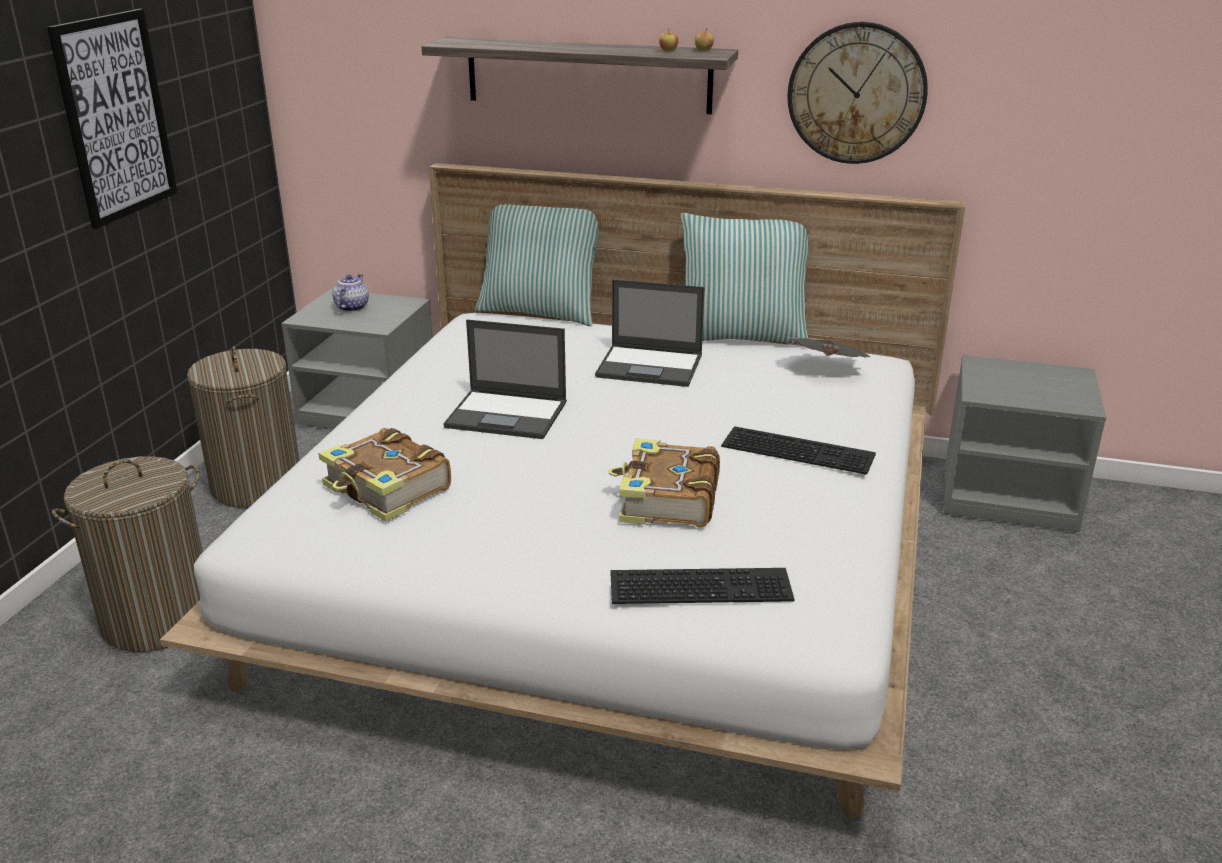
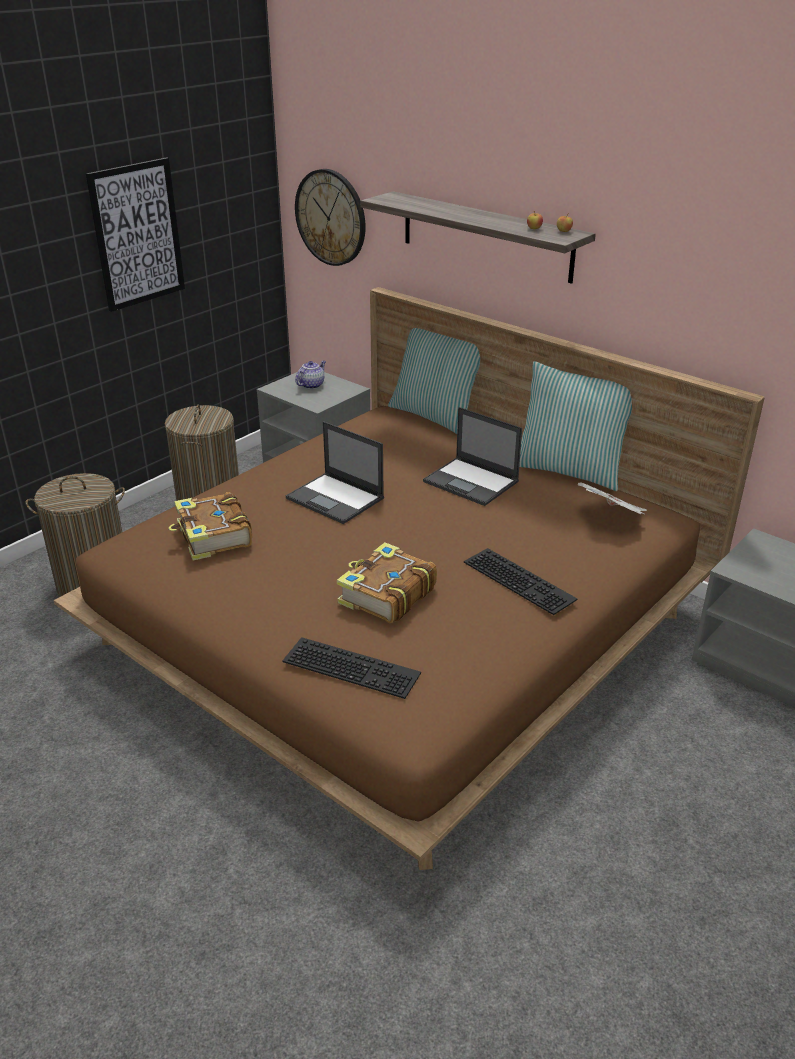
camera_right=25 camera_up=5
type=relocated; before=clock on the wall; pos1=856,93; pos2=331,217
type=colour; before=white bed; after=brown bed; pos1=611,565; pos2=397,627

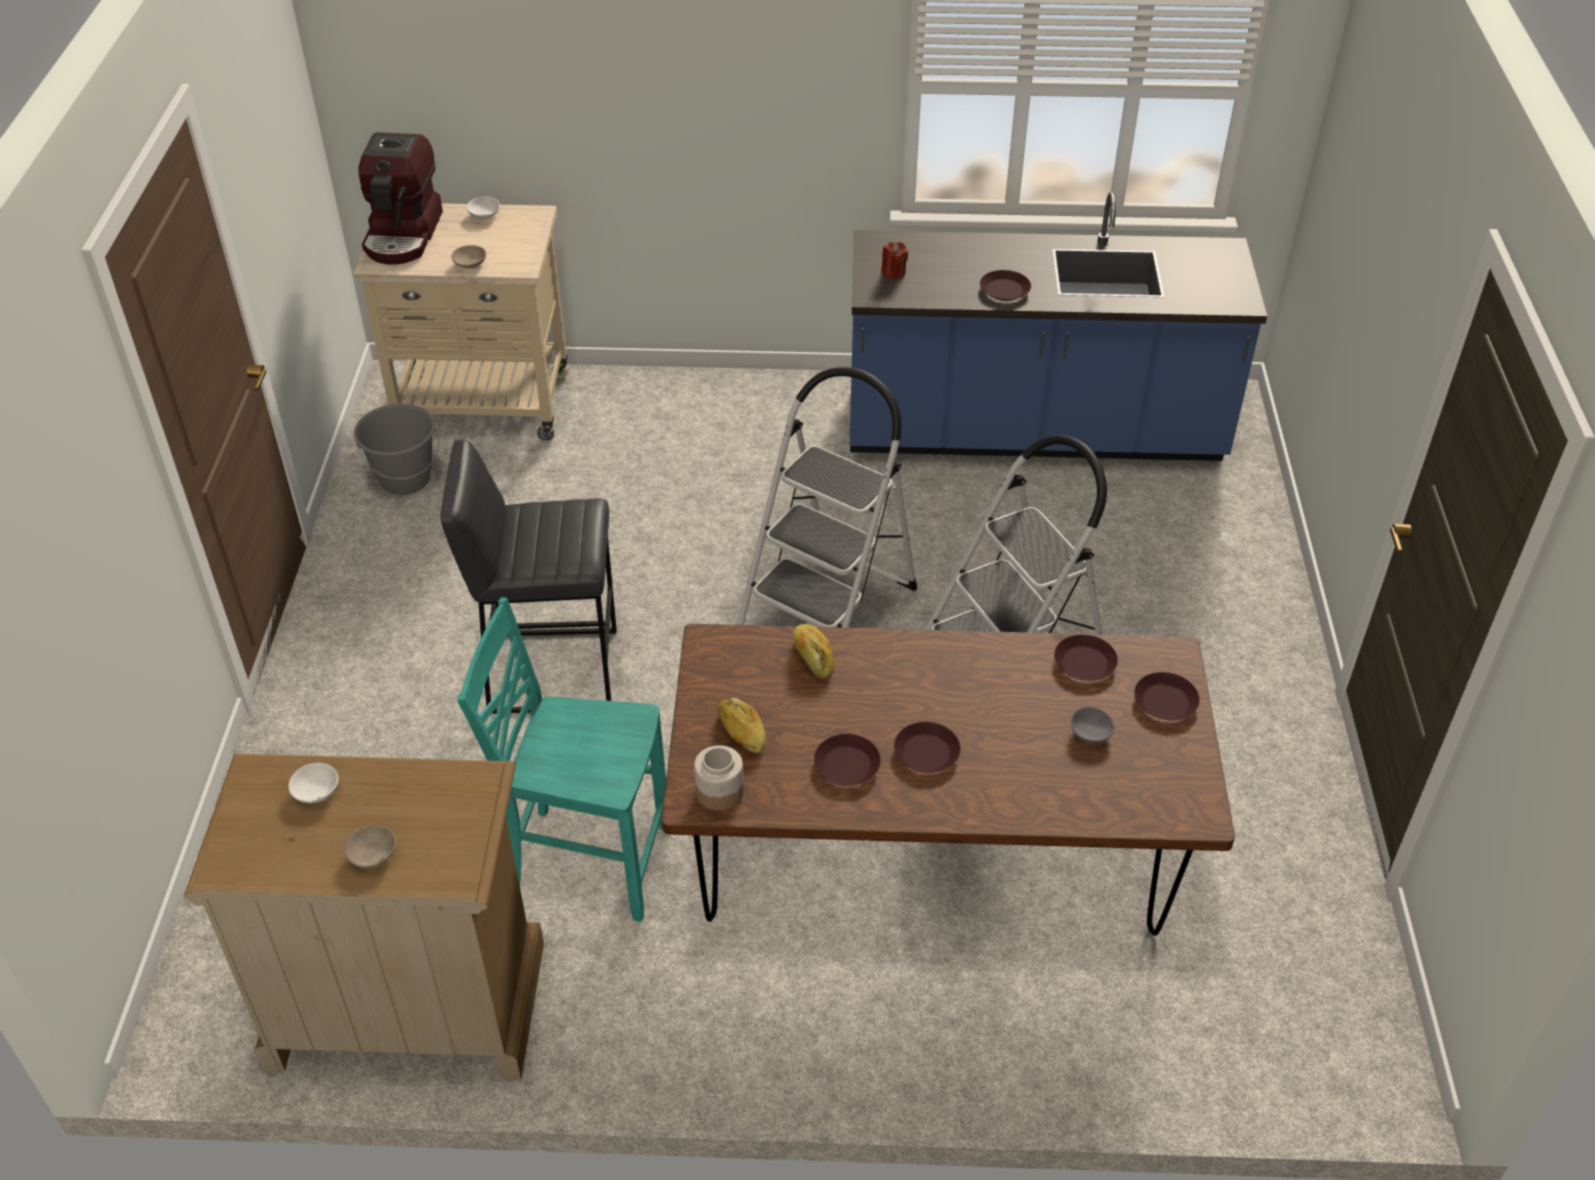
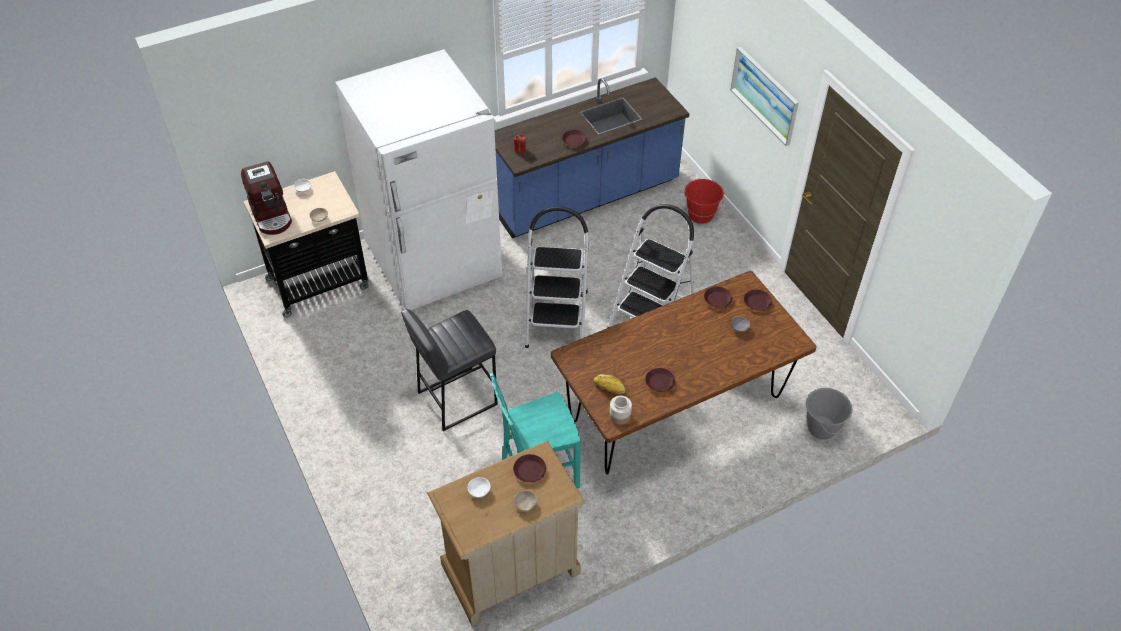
camera_right=-30 camera_up=5
type=colour; before=beige-coloured trolley; after=black trolley; pos1=484,405; pos2=318,283
type=relocated; before=gray pail; pos1=405,479; pos2=821,428
type=missing; before=bread; pos1=813,657
type=relocated; before=brown dinner plate; pos1=926,753; pos2=529,471
type=appeared; after=picture; pos2=765,95
type=appeared; after=white refrigerator; pos2=434,259
type=appeared; after=red pail; pos2=700,215

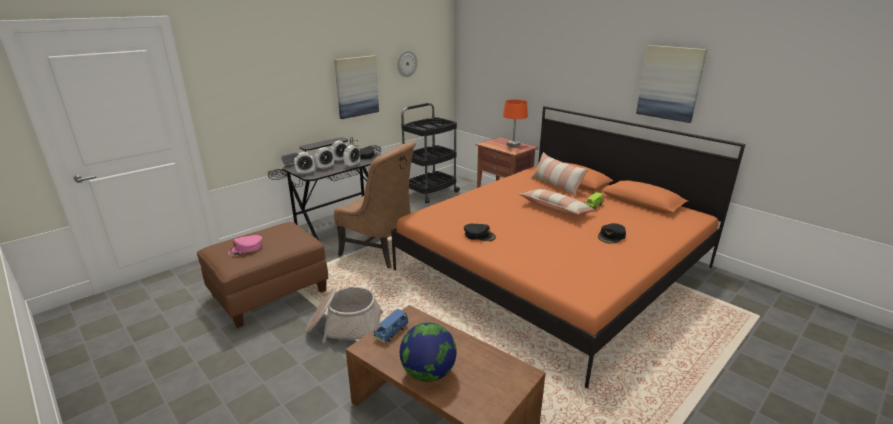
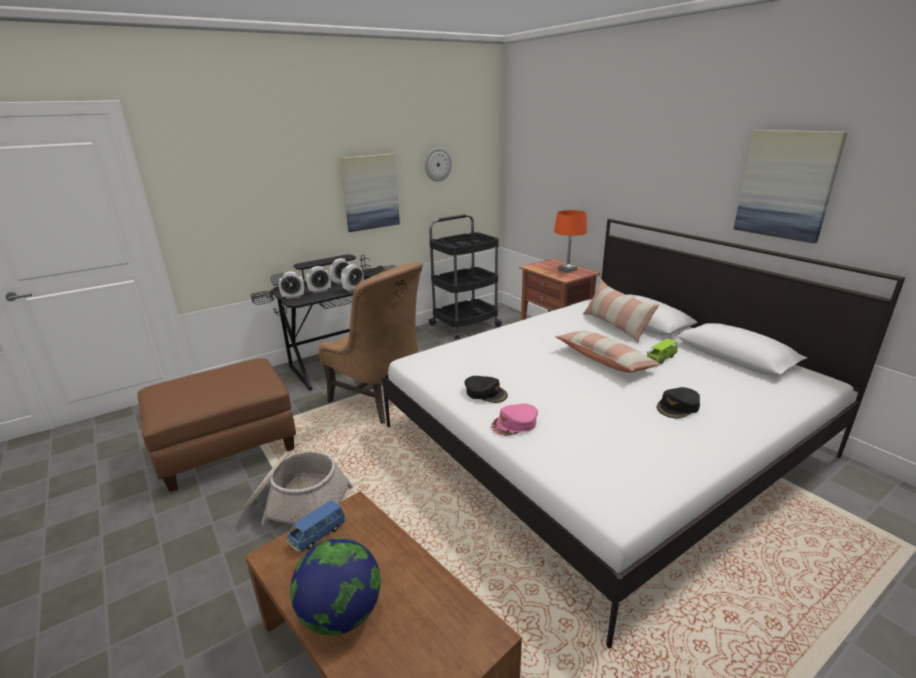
camera_right=10 camera_up=0
type=colour; before=orange-coloured bed; after=white bed; pos1=554,268; pos2=601,441
type=relocated; before=pinkish peaked cap; pos1=246,248; pos2=515,424

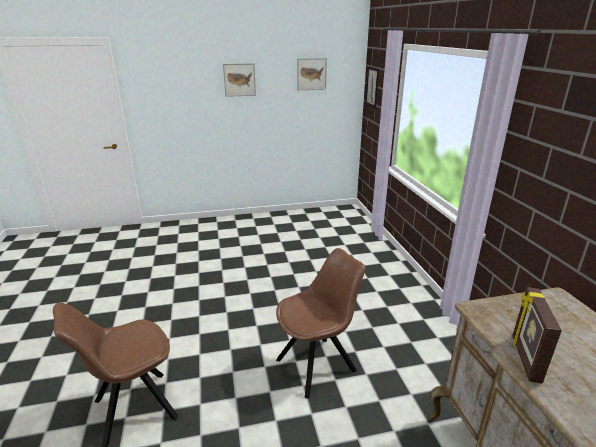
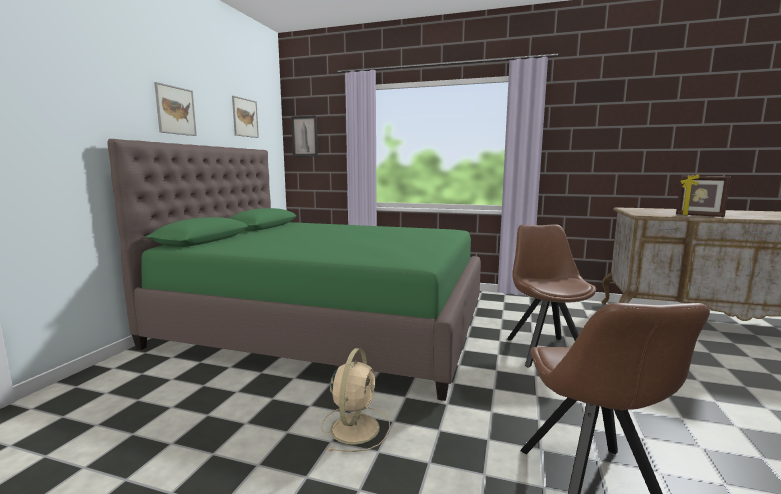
camera_right=-60 camera_up=-15
type=appeared; after=greenish bed; pos2=328,324
type=appeared; after=beige-coloured fan; pos2=355,427

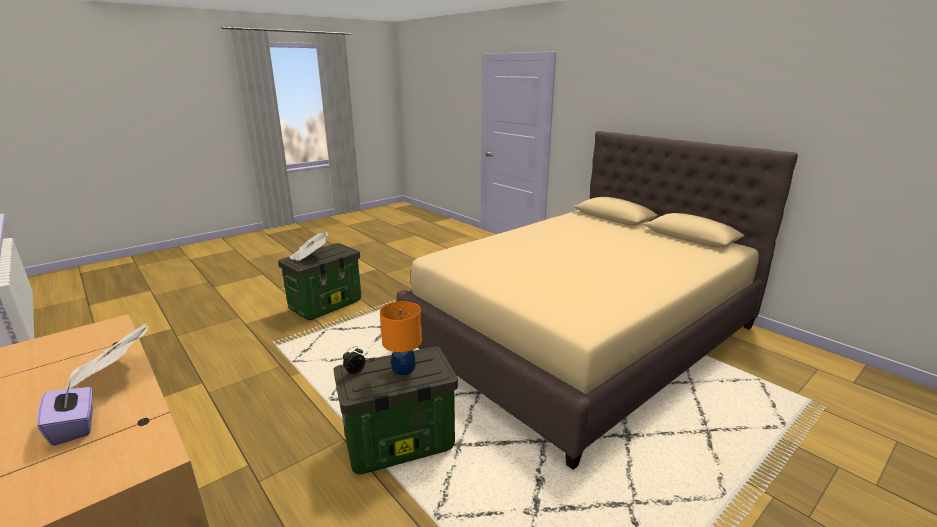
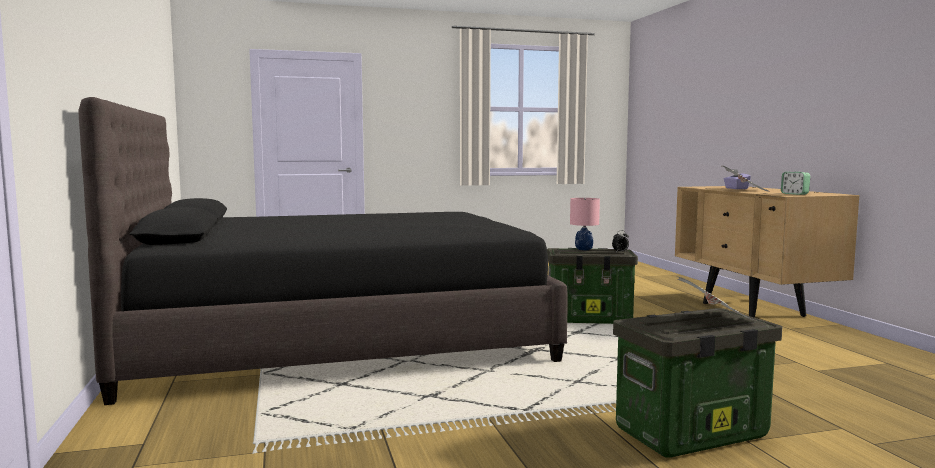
camera_right=-155 camera_up=-15
type=colour; before=beige-coloured bed; after=black bed; pos1=583,336; pos2=339,339
type=colour; before=orange-coloured tabletop lamp; after=pinkish tabletop lamp; pos1=404,371; pos2=583,249
type=appeared; after=bedside clock; pos2=794,194

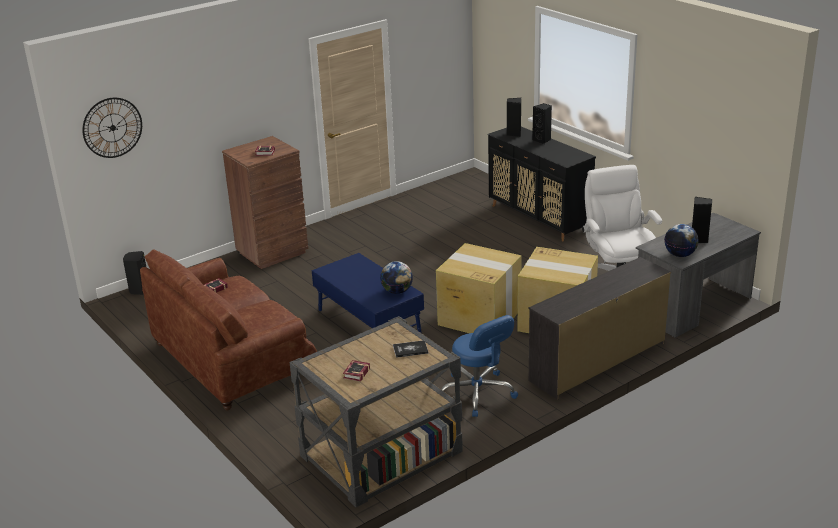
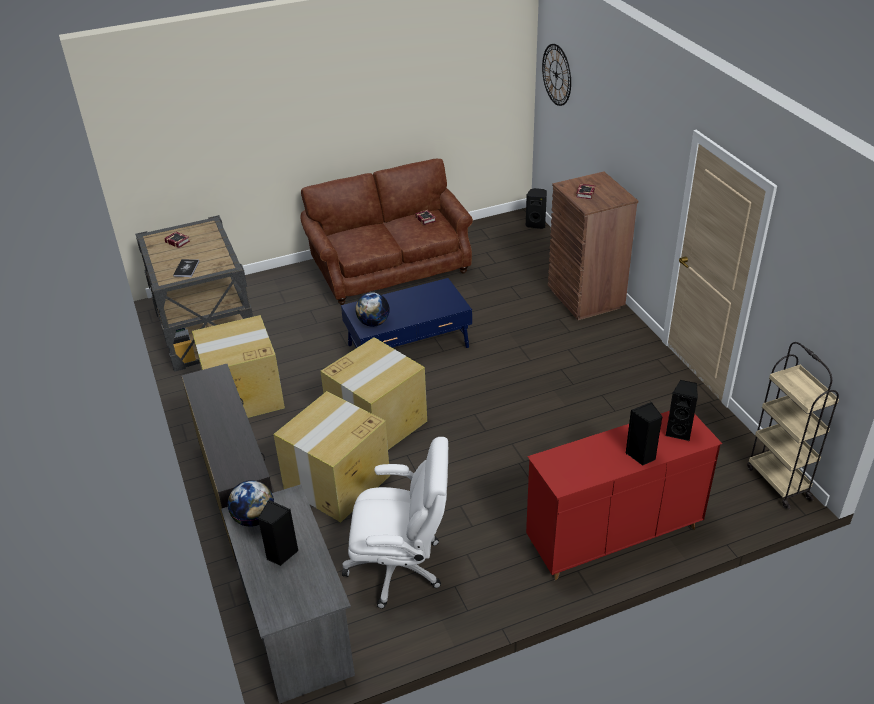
camera_right=105 camera_up=10
type=colour; before=black cupboard; after=red cupboard; pos1=539,218; pos2=613,535
type=exchanged; before=blue-coloured office chair; after=packing box; pos1=479,395; pos2=242,396
type=appeared; after=beige-coloured trolley; pos2=778,483

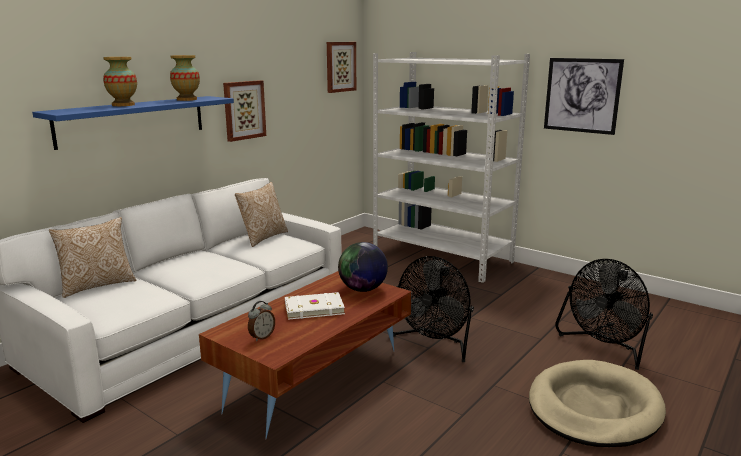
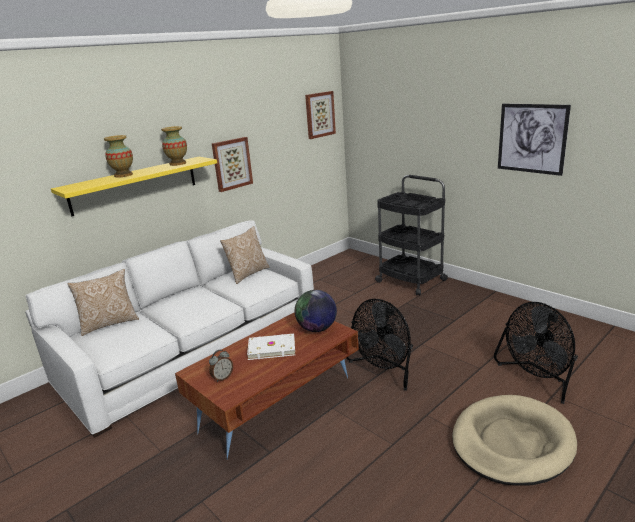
camera_right=10 camera_up=5
type=exchanged; before=white bookcase; after=black trolley; pos1=442,257; pos2=410,281
type=colour; before=blue-coloured wall shelf; after=yellow wall shelf; pos1=133,120; pos2=135,185

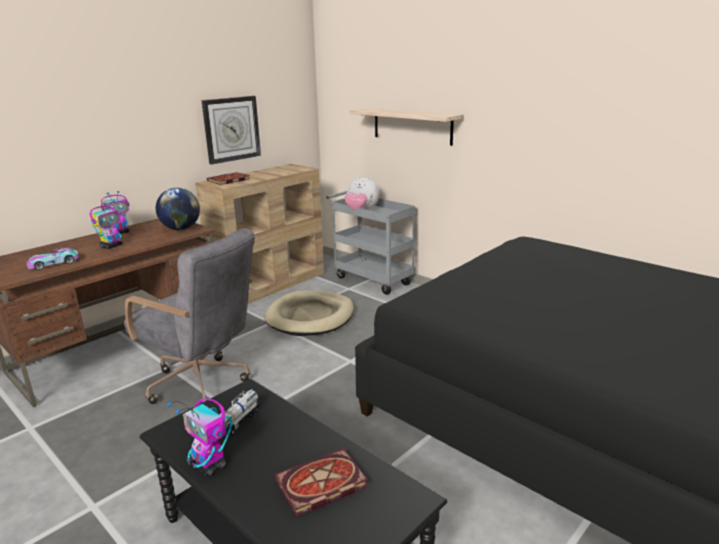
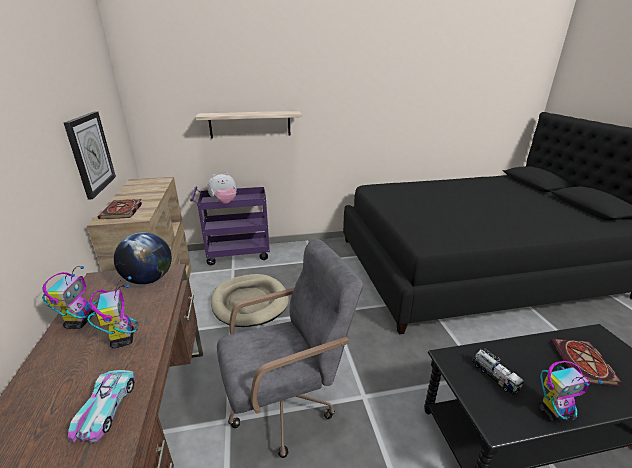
camera_right=-55 camera_up=5
type=colour; before=gray trolley; after=purplish trolley; pos1=371,281; pos2=237,256

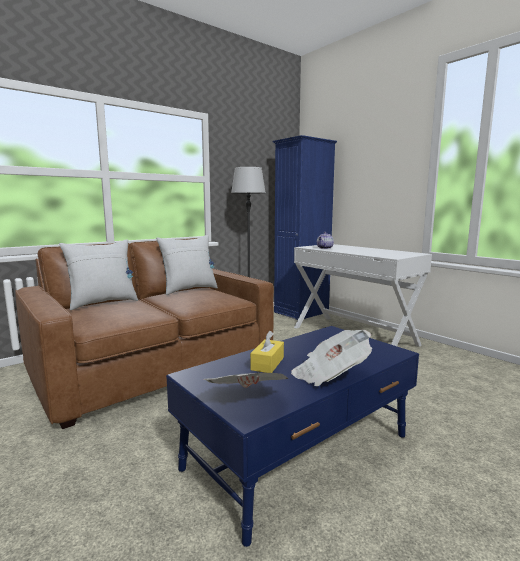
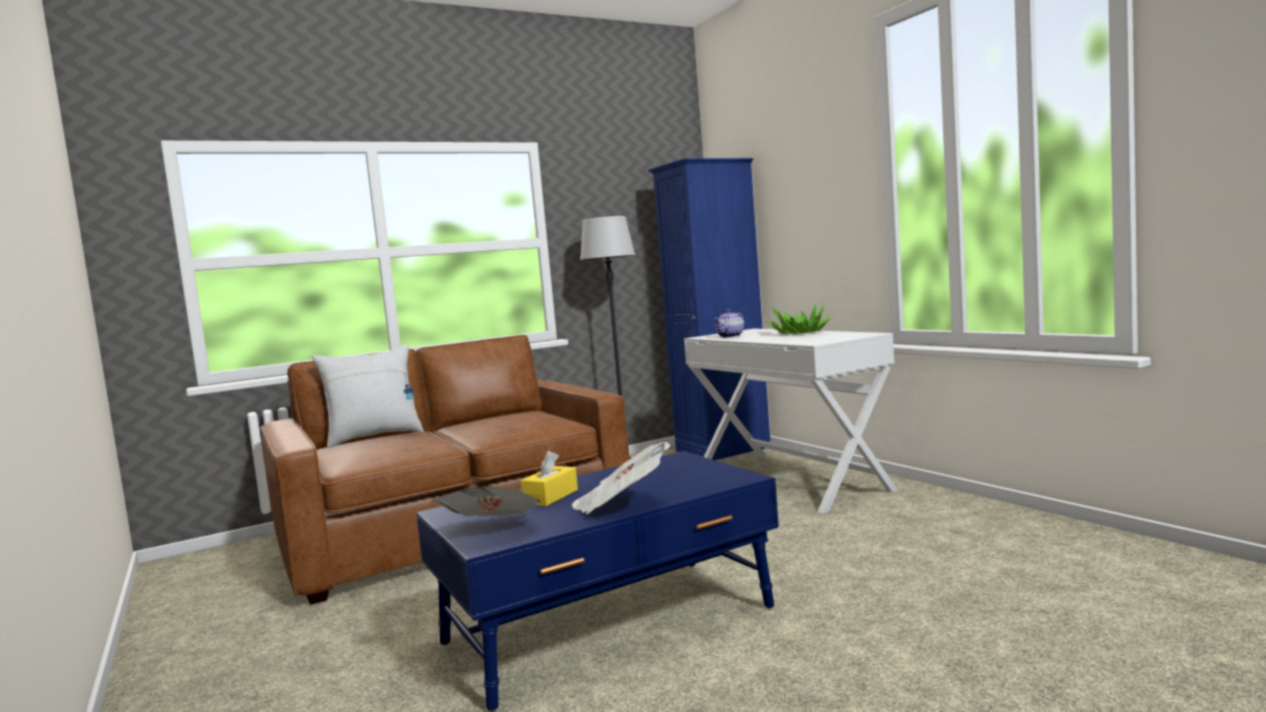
camera_right=10 camera_up=-5
type=missing; before=gray cushion; pos1=189,290
type=appeared; after=potted plant; pos2=799,333

